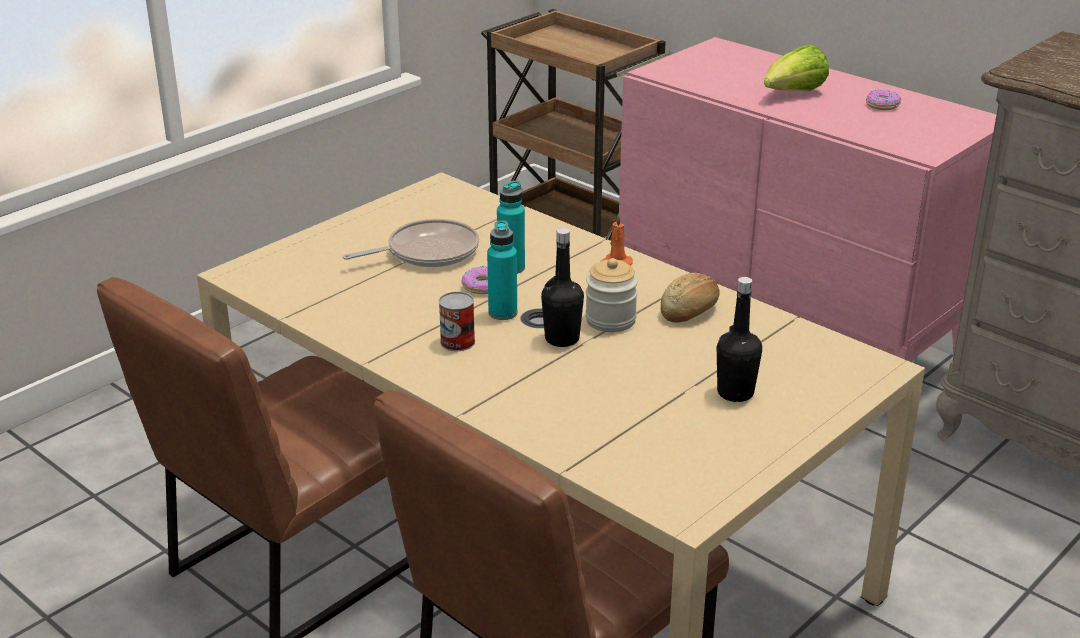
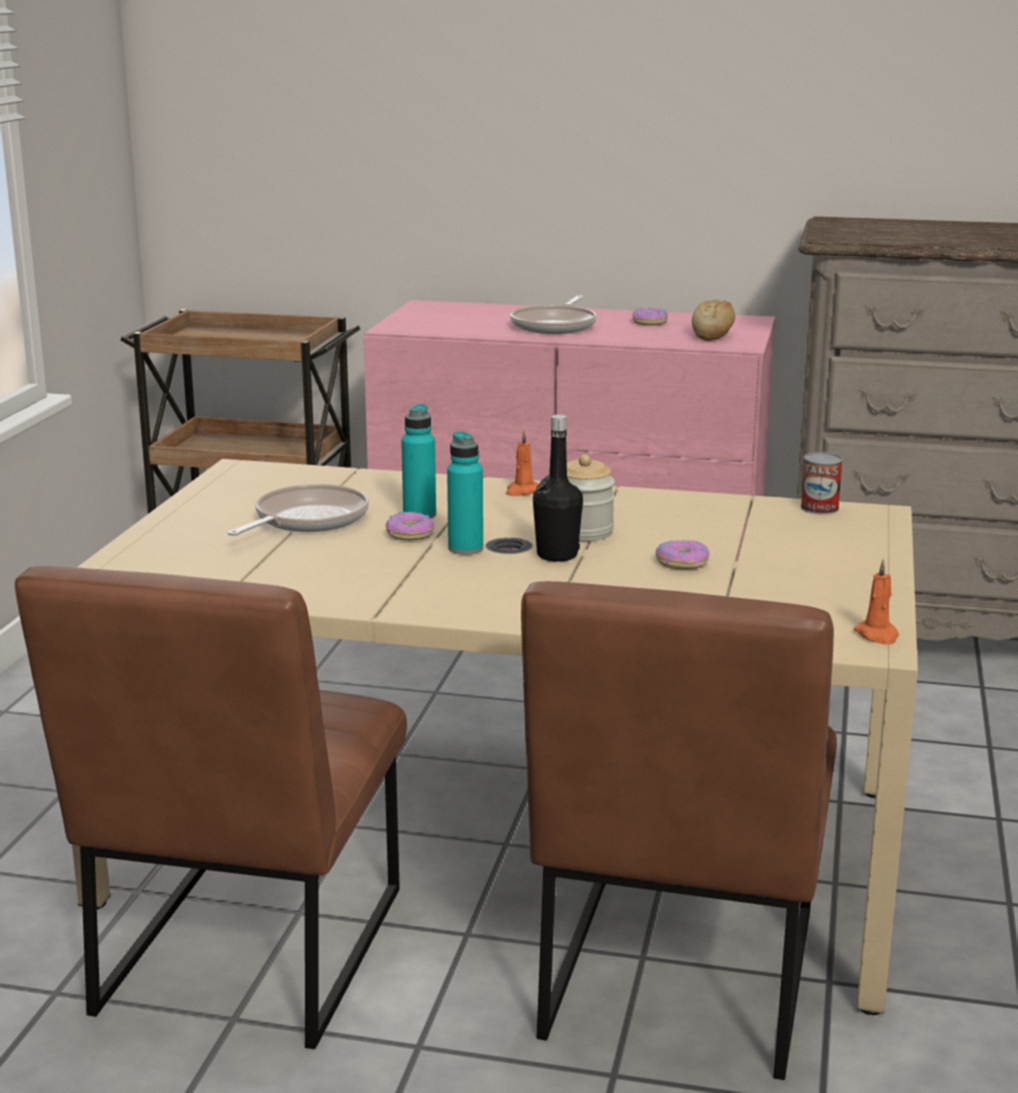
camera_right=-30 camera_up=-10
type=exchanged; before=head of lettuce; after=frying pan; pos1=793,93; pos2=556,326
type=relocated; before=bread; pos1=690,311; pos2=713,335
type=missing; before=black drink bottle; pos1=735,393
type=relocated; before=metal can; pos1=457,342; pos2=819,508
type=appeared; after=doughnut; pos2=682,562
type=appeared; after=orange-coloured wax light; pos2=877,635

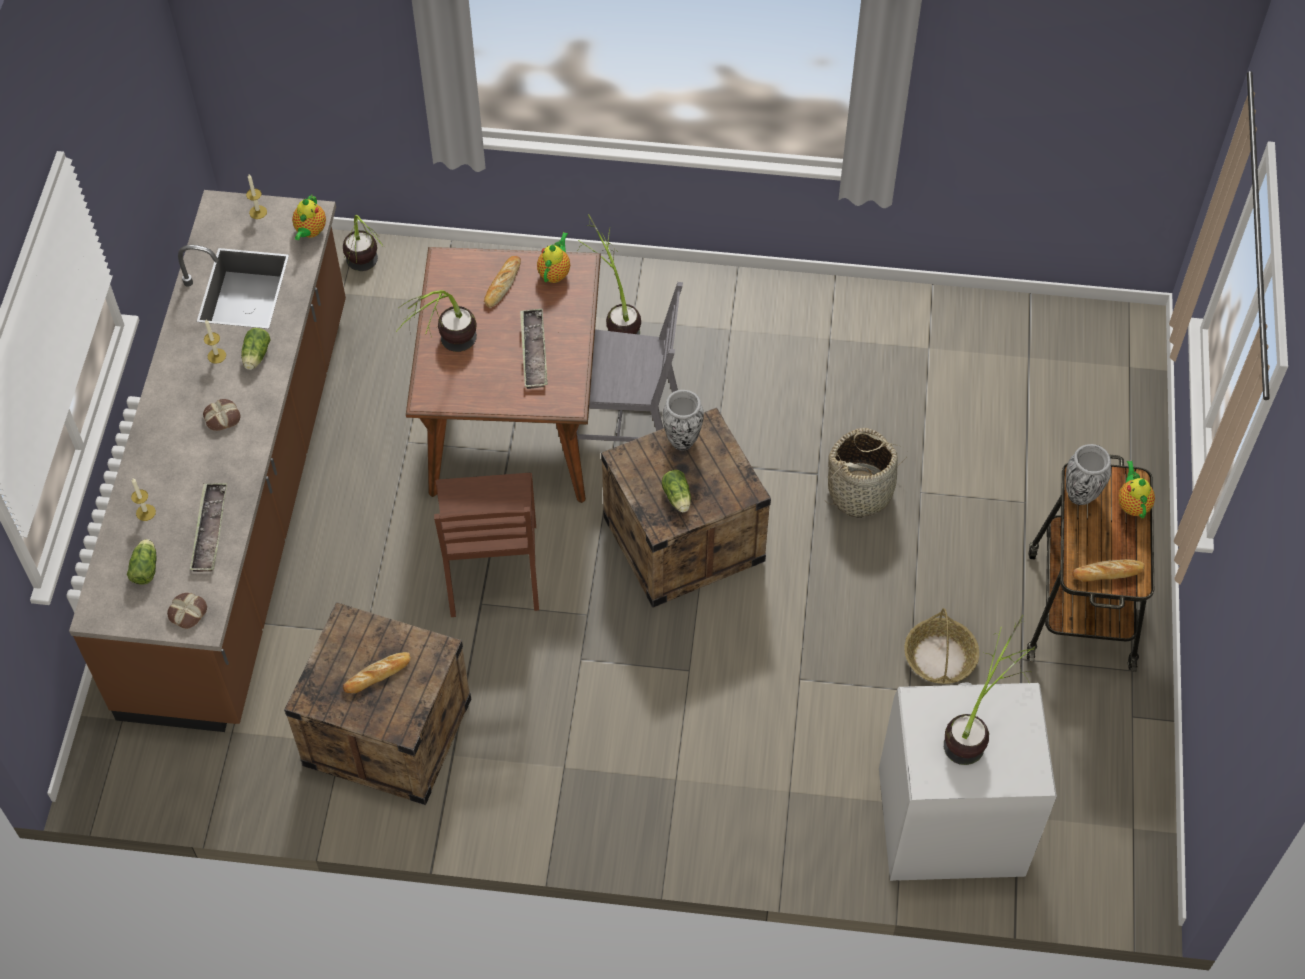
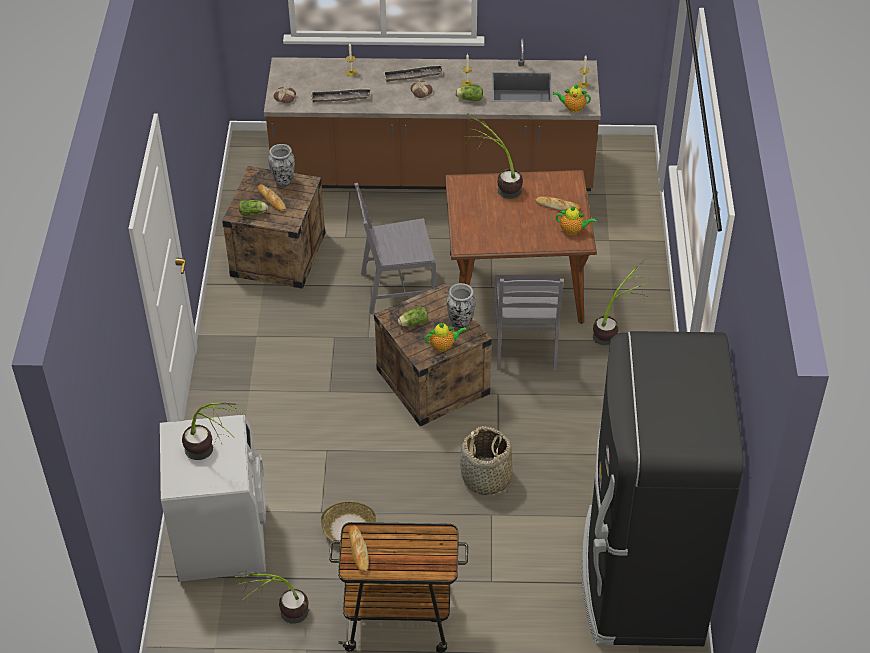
camera_right=85 camera_up=-10
type=relocated; before=potted plant; pos1=366,273; pos2=278,617
type=relocated; before=tray; pos1=534,352; pos2=413,76
type=relocated; before=vase; pos1=1080,495; pos2=283,181
type=relocated; before=teapot; pos1=1132,504; pos2=443,345
type=colour; before=brown upright chair; after=gray upright chair; pos1=493,571; pos2=397,289
type=relocated; before=head of lettuce; pos1=146,567; pos2=254,213
type=appeared; after=black refrigerator; pos2=641,579

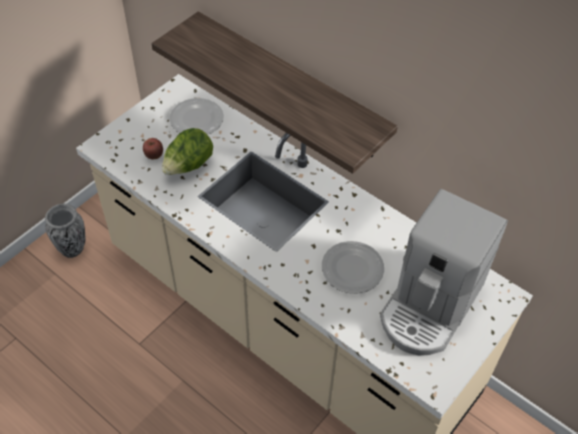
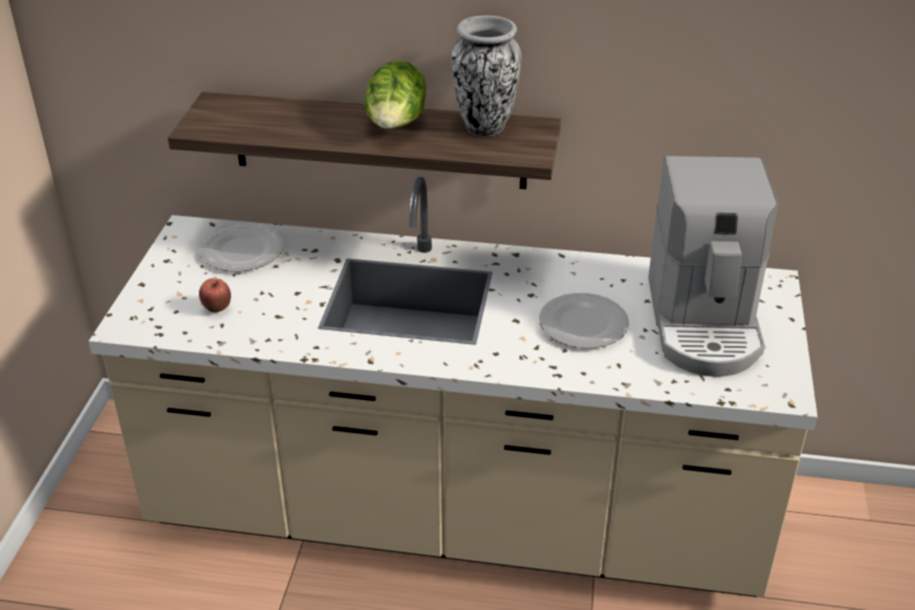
camera_right=-30 camera_up=-15
type=relocated; before=head of lettuce; pos1=188,166; pos2=396,127
type=relocated; before=vase; pos1=72,249; pos2=484,127

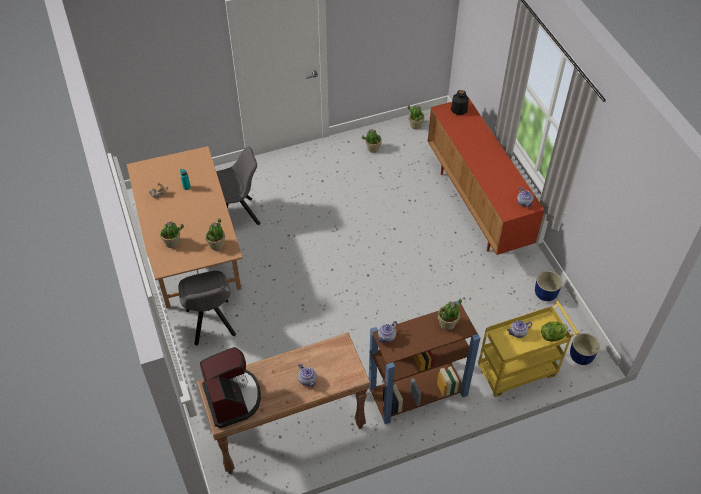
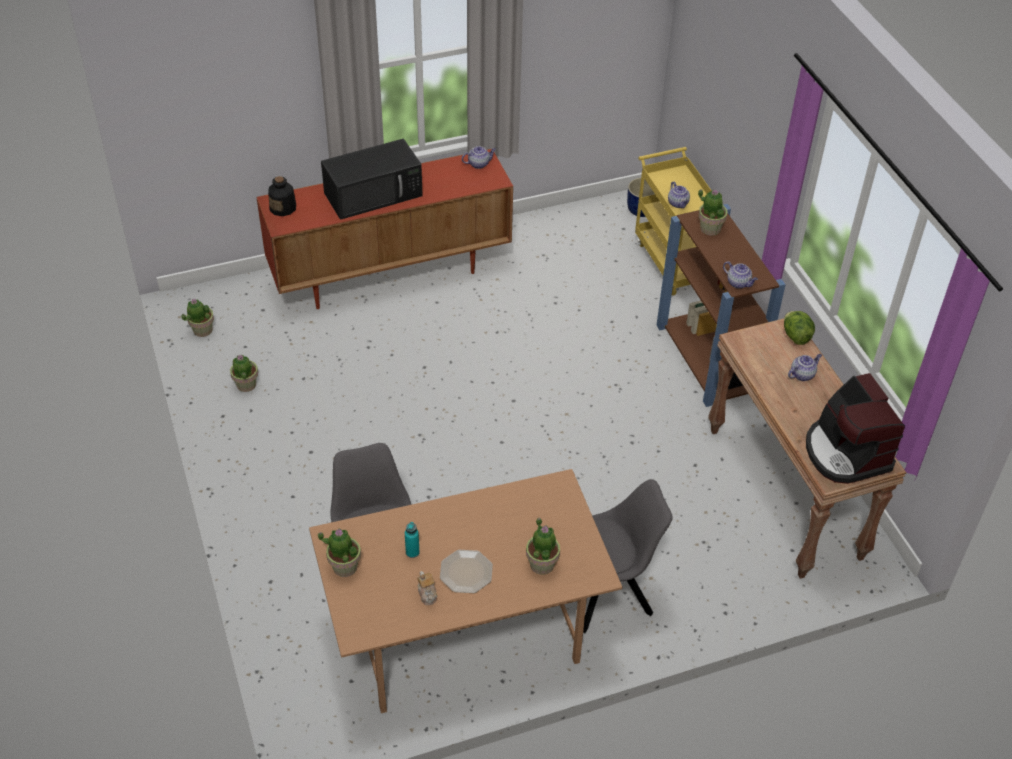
camera_right=-90 camera_up=-5
type=relocated; before=potted plant; pos1=217,244; pos2=344,566
type=missing; before=blue-coloured flower pot; pos1=545,293
type=relocated; before=head of lettuce; pos1=552,336; pos2=795,336
type=spun; before=coffee maker; pos1=232,398; pos2=846,453; turn=-90
type=appeared; after=black kitchen microwave; pos2=374,193
type=appeared; after=dinner plate; pos2=465,572

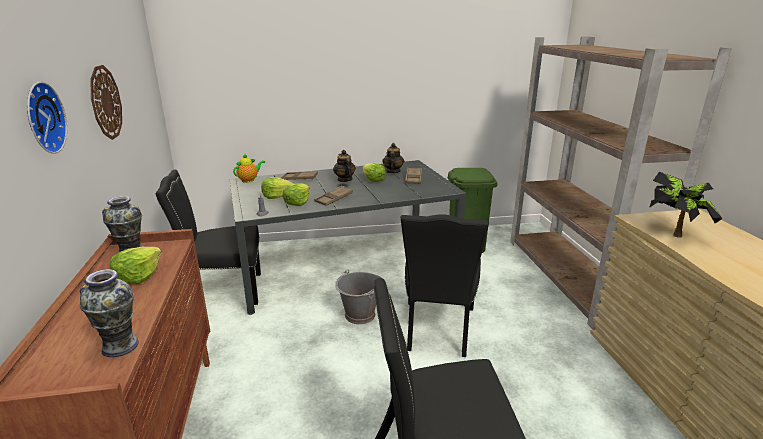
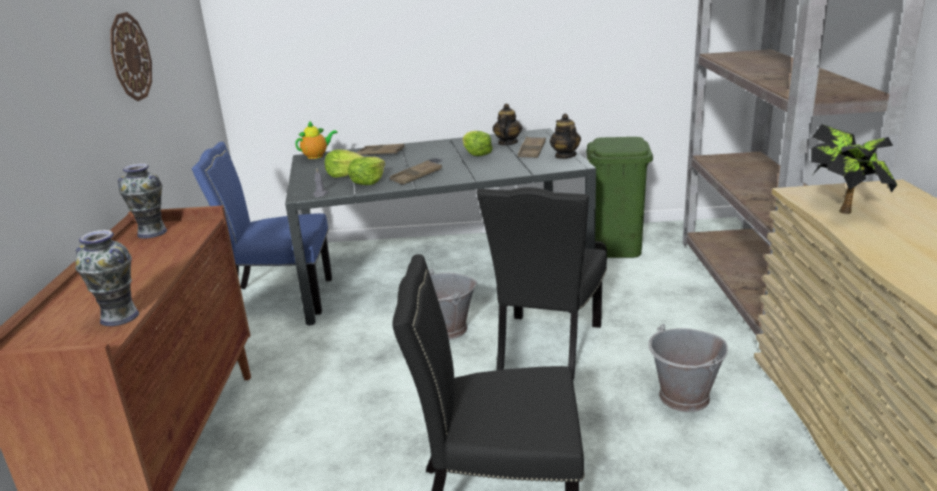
camera_right=10 camera_up=0
type=missing; before=clock on the wall; pos1=41,118
type=relocated; before=teapot; pos1=344,179; pos2=565,156
type=colour; before=black upright chair; after=blue-coloured upright chair; pos1=224,291; pos2=283,298
type=missing; before=head of lettuce; pos1=138,276
type=appeared; after=gray pail; pos2=684,397

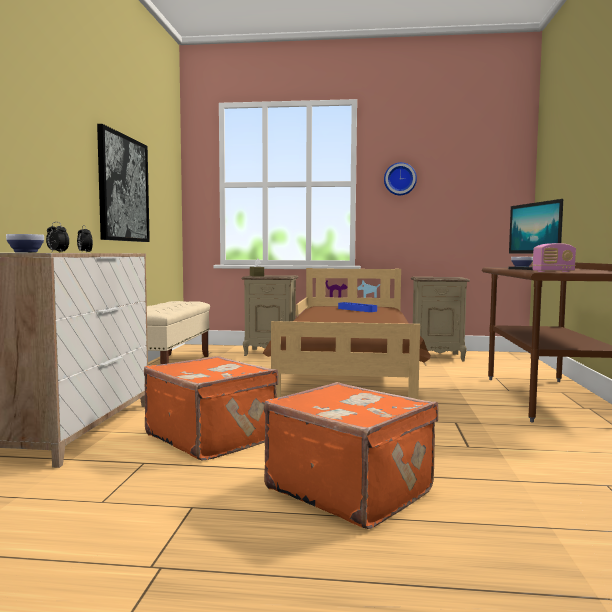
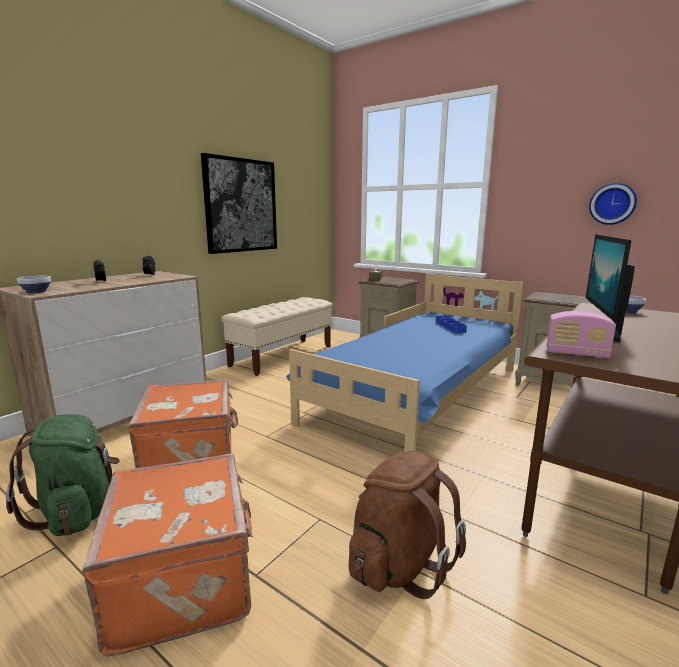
camera_right=30 camera_up=10
type=relocated; before=clock on the wall; pos1=400,179; pos2=612,204
type=colour; before=brown bed; after=blue-coloured bed; pos1=350,373; pos2=419,394
type=appeared; after=greenish knapsack; pos2=77,512
type=appeared; after=brown knapsack; pos2=399,564

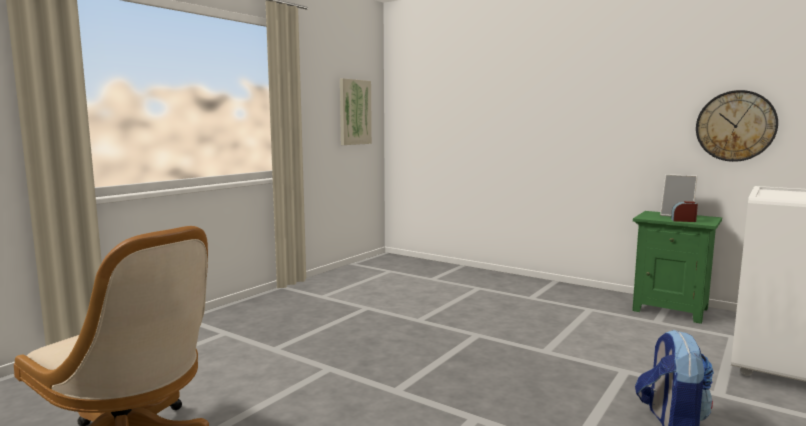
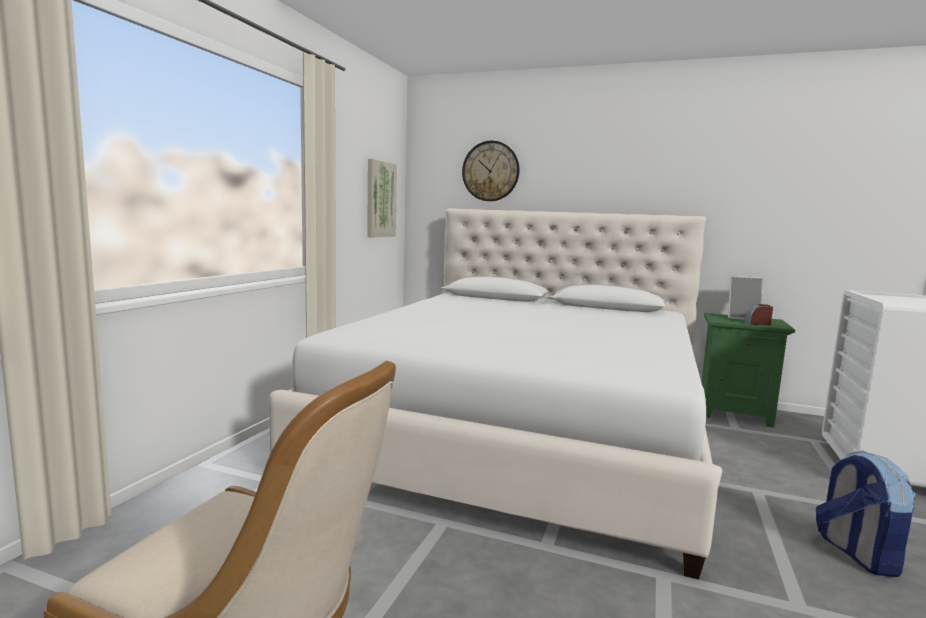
camera_right=-15 camera_up=0
type=relocated; before=clock on the wall; pos1=735,126; pos2=490,171
type=appeared; after=white bed; pos2=522,430

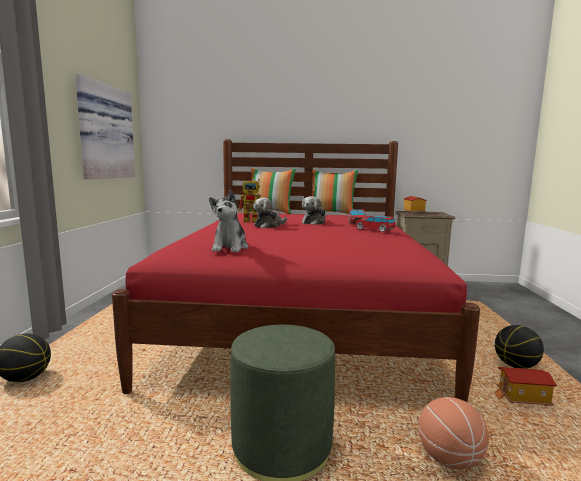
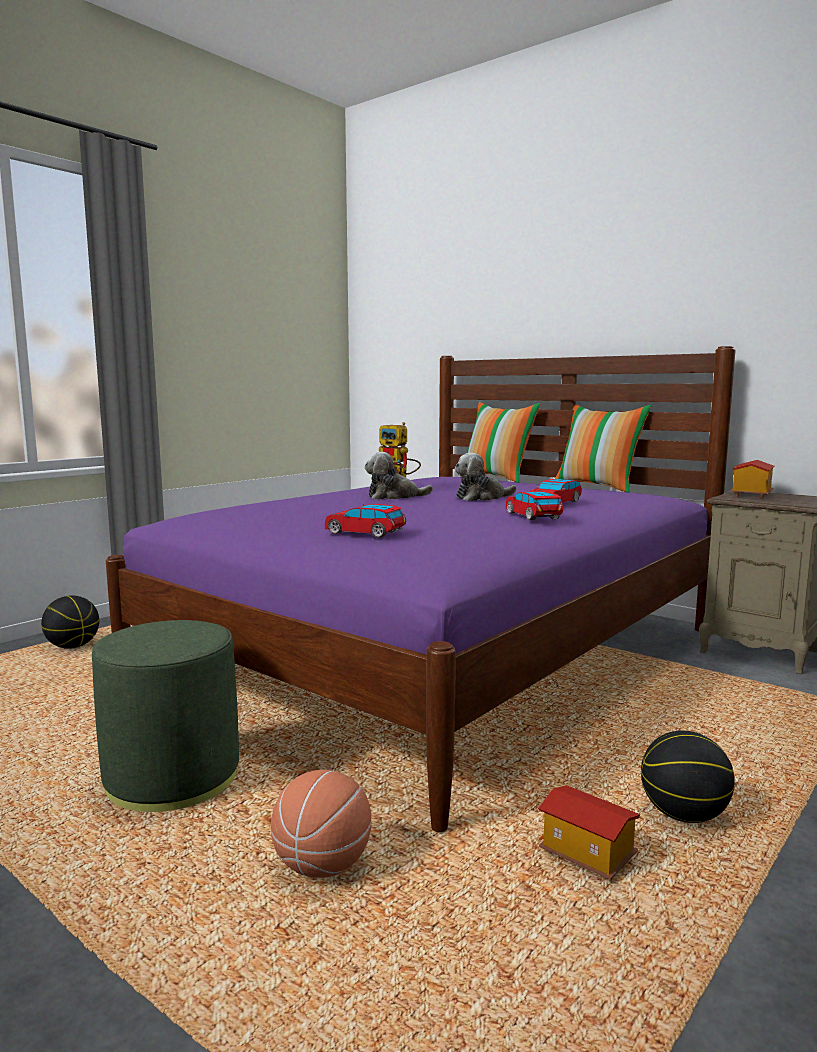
camera_right=35 camera_up=0
type=missing; before=picture; pos1=104,132
type=colour; before=red bed; after=purplish bed; pos1=300,318; pos2=442,654
type=missing; before=soft toy; pos1=230,248
type=appeared; after=toy car; pos2=365,533

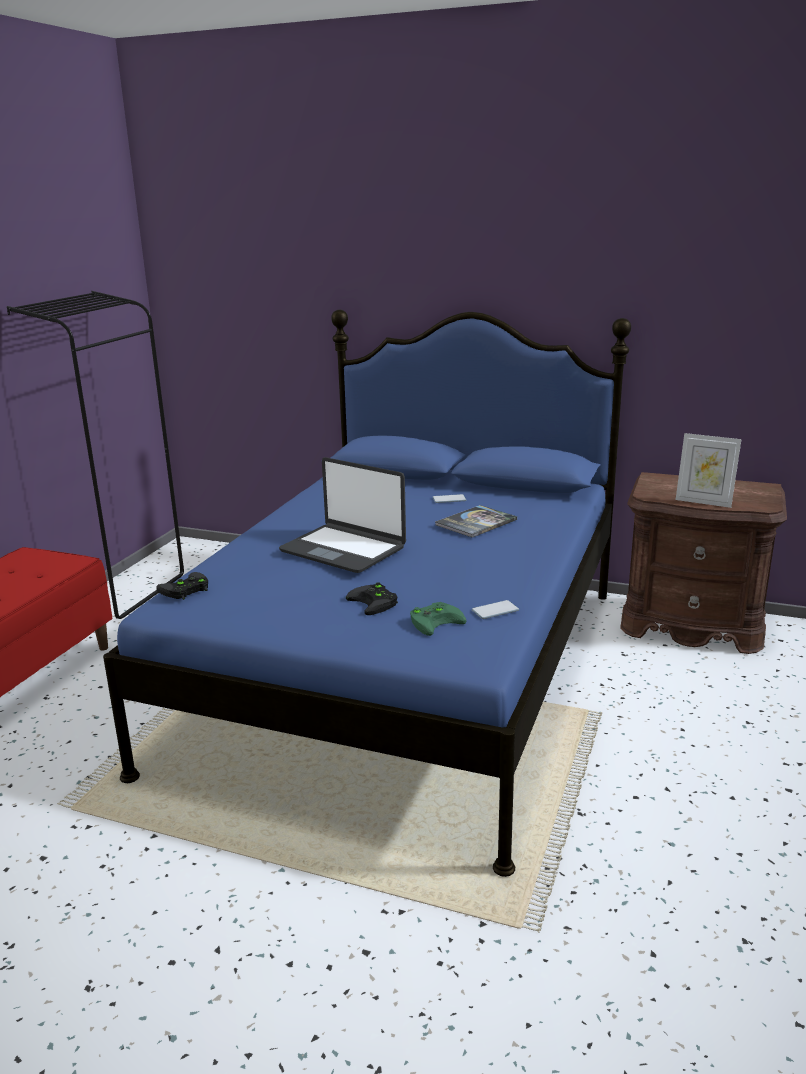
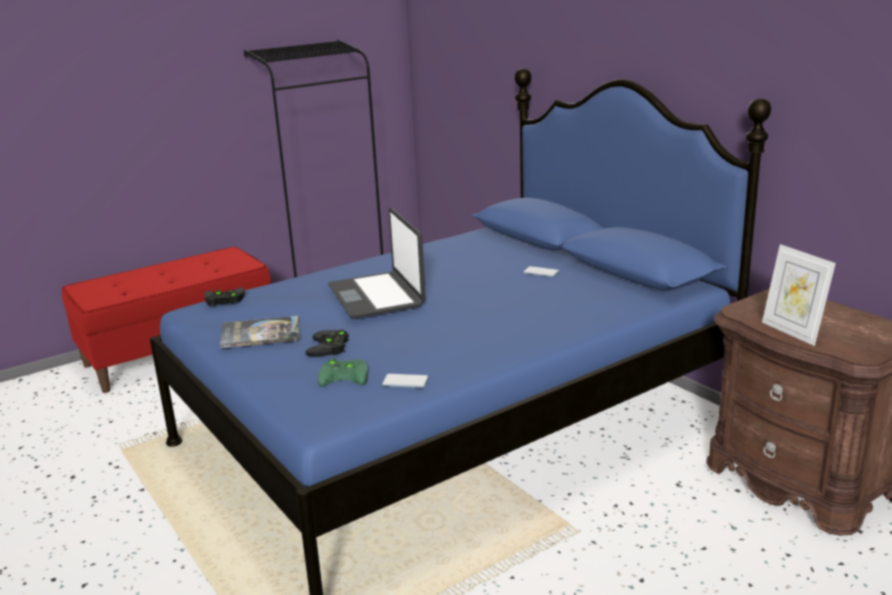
camera_right=35 camera_up=0
type=relocated; before=bound book; pos1=476,522; pos2=260,333

